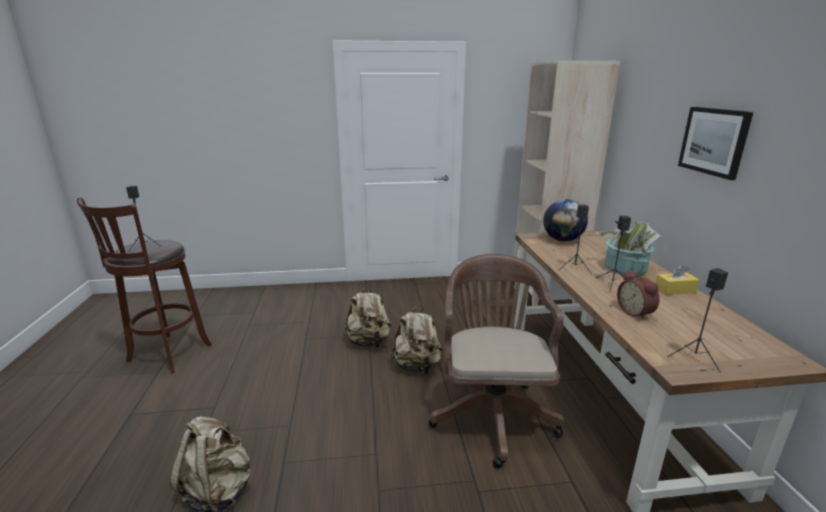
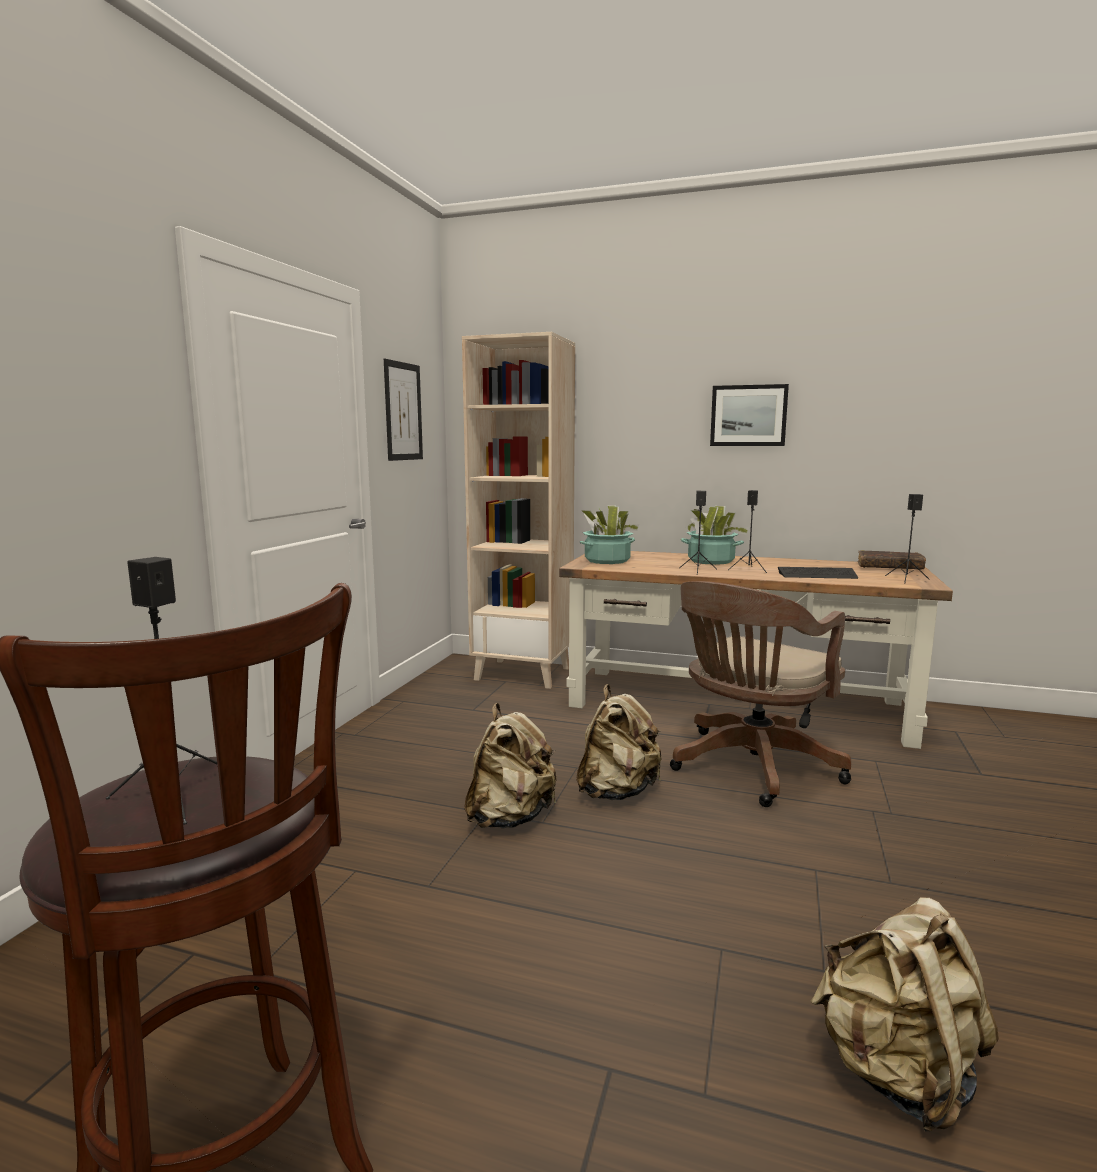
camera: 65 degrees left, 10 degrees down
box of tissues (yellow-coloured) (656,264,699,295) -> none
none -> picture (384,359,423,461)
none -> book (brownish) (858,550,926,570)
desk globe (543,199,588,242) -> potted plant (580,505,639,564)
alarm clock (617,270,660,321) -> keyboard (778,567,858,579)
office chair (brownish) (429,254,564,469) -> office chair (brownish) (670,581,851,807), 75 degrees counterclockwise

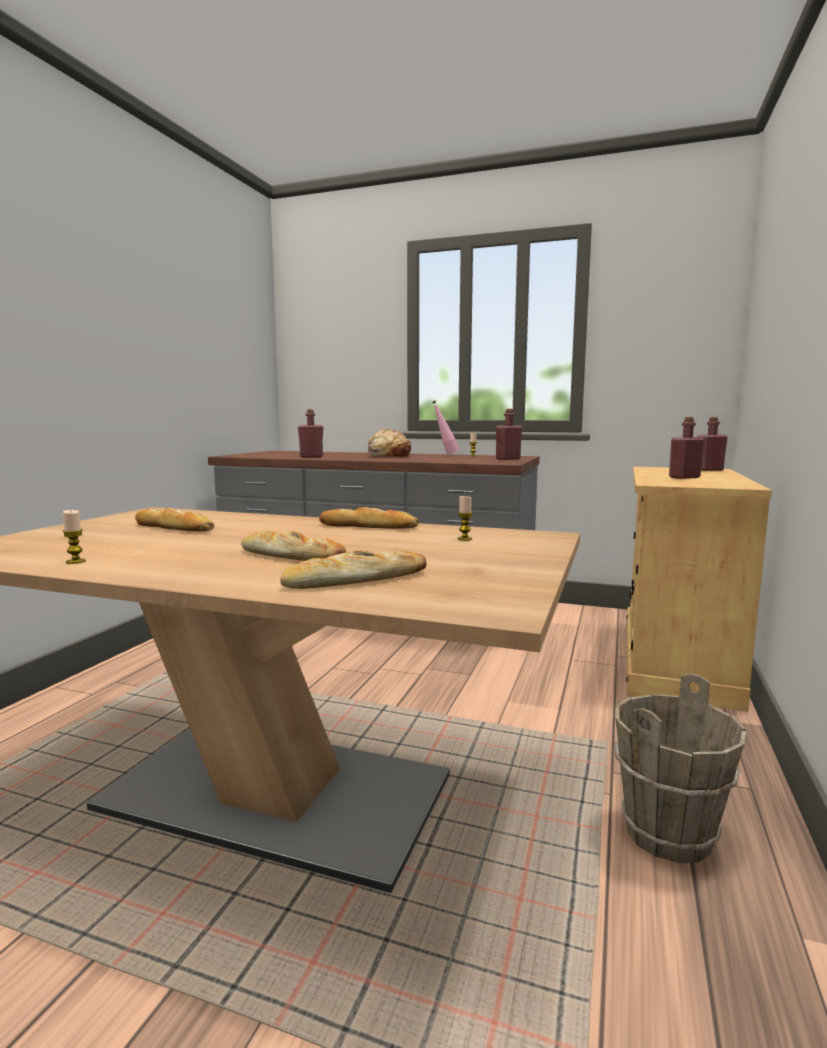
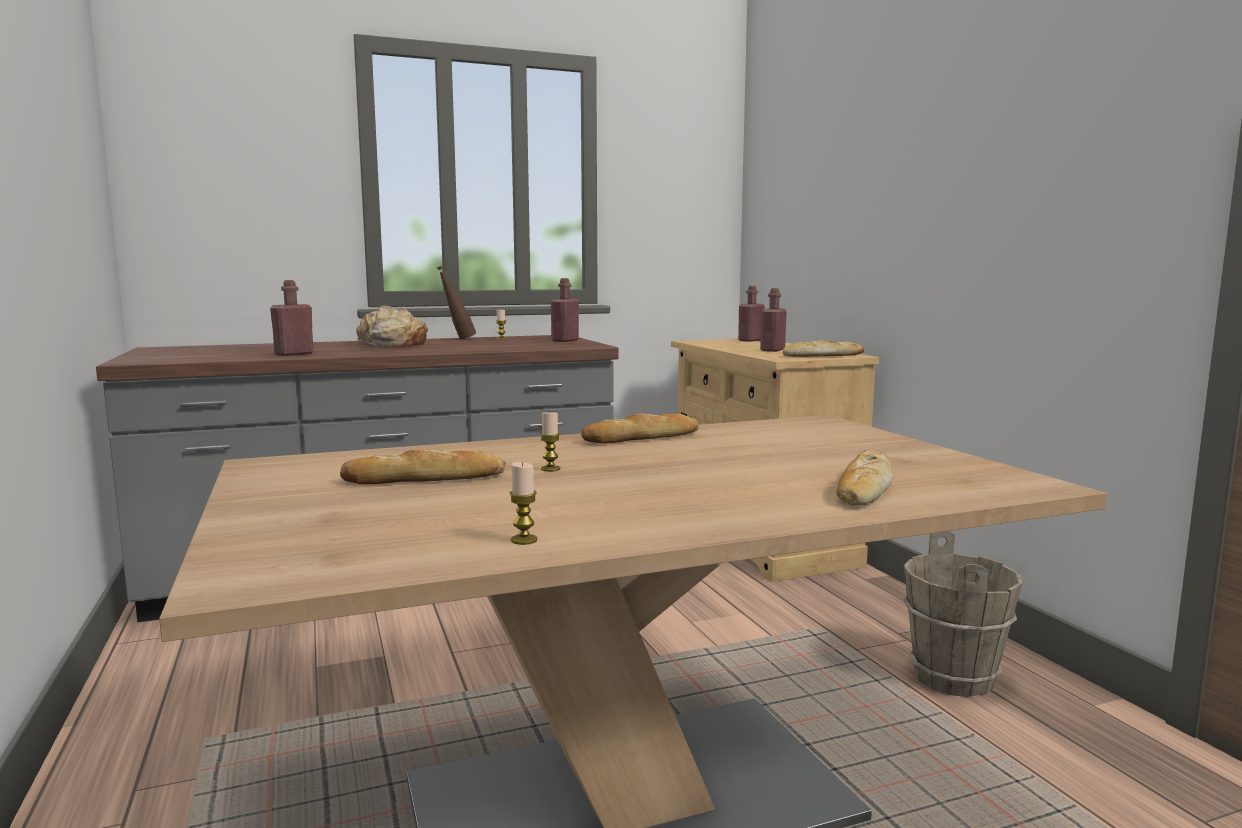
camera: 40 degrees left, 0 degrees up
bread (241,531,347,561) -> bread (783,339,864,357), move
wax candle (458,496,473,541) -> wax candle (540,412,560,472), move
bottle (pink) (432,400,460,455) -> bottle (brownish) (437,266,476,339)

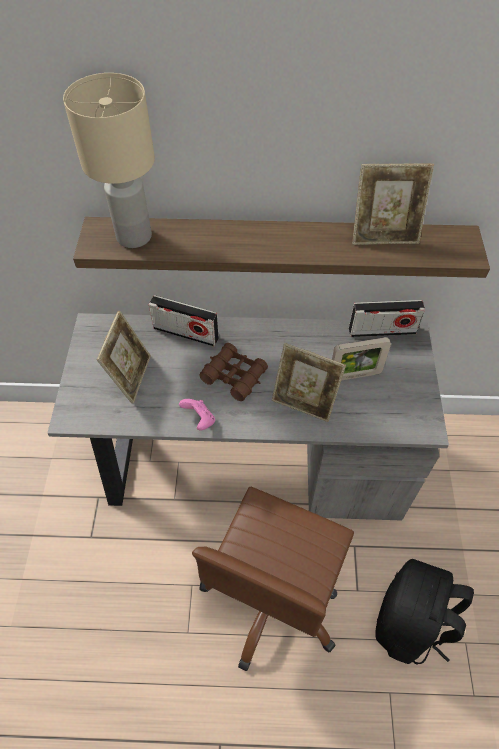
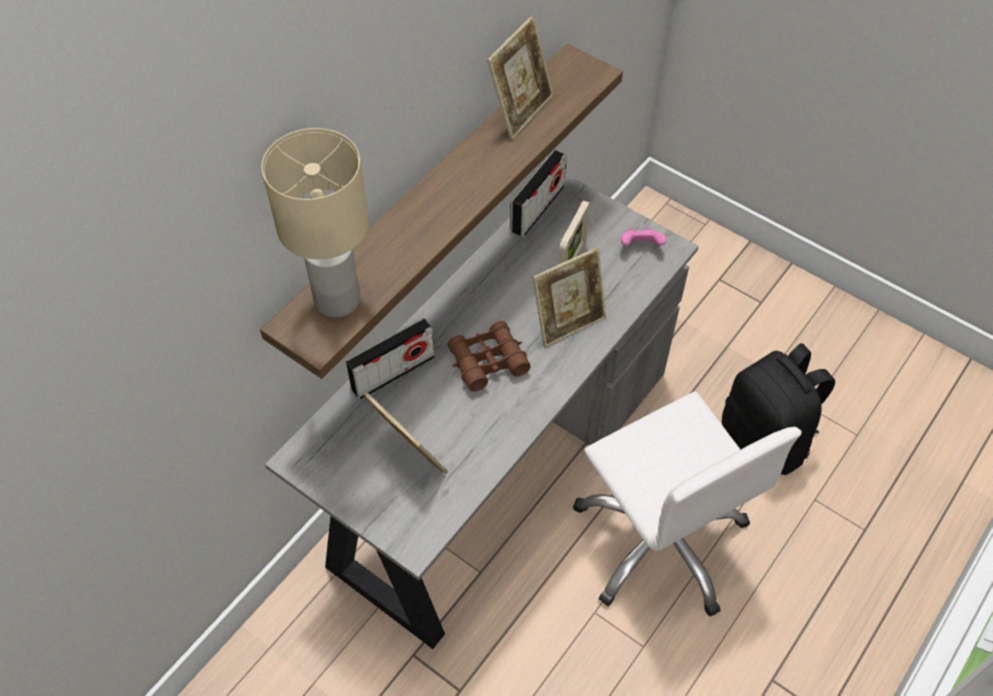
camera: 55 degrees left, 0 degrees up
gamepad (pink) (179,399,215,430) -> gamepad (pink) (621,227,666,246), move
office chair (brownish) (192,487,354,671) -> office chair (white) (573,392,802,616)

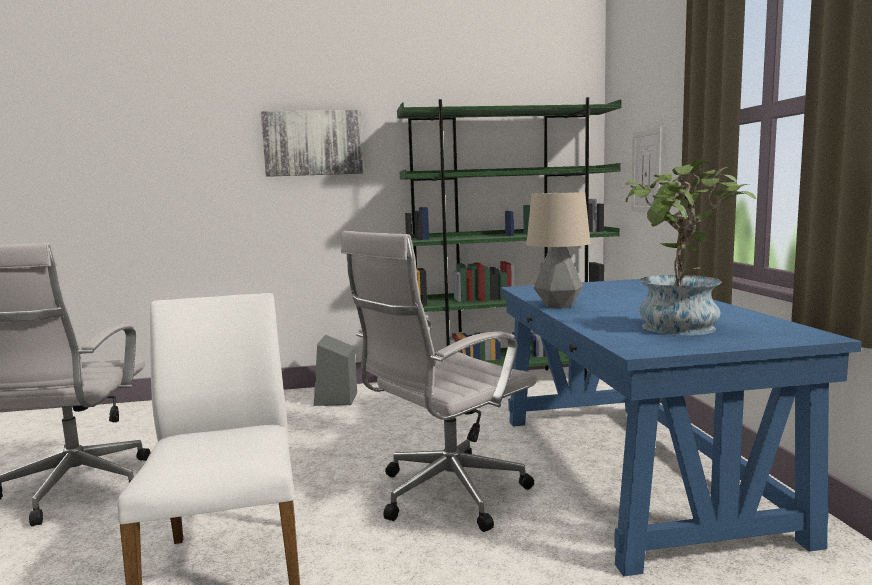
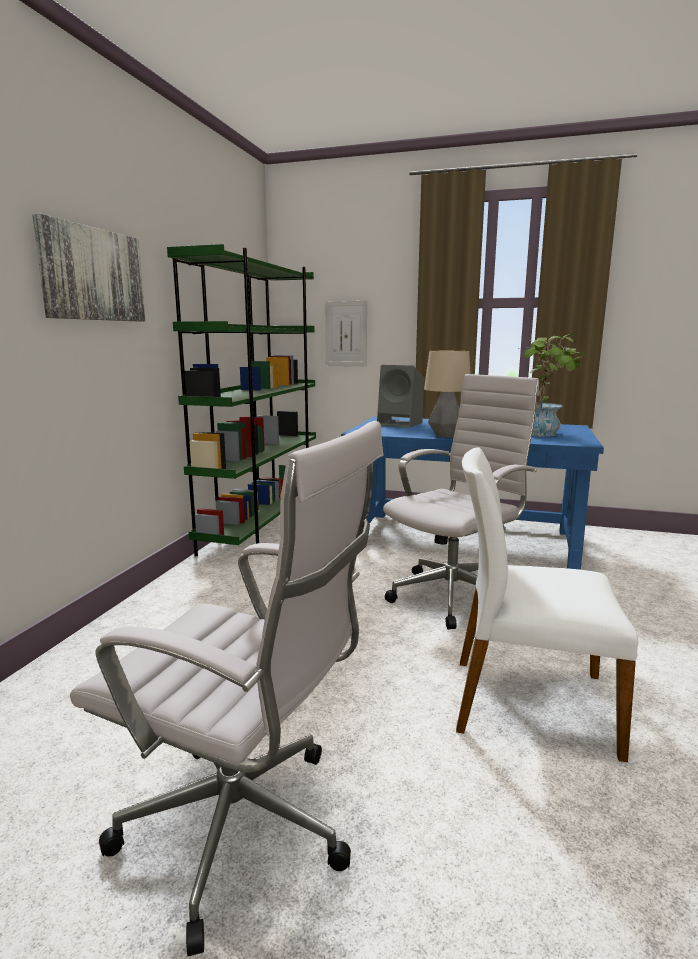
camera: 65 degrees left, 5 degrees up
speaker (gray) (314,335,357,406) -> speaker (gray) (377,365,424,428), move
office chair (white) (341,231,537,532) -> office chair (white) (383,374,539,629), 120 degrees counterclockwise

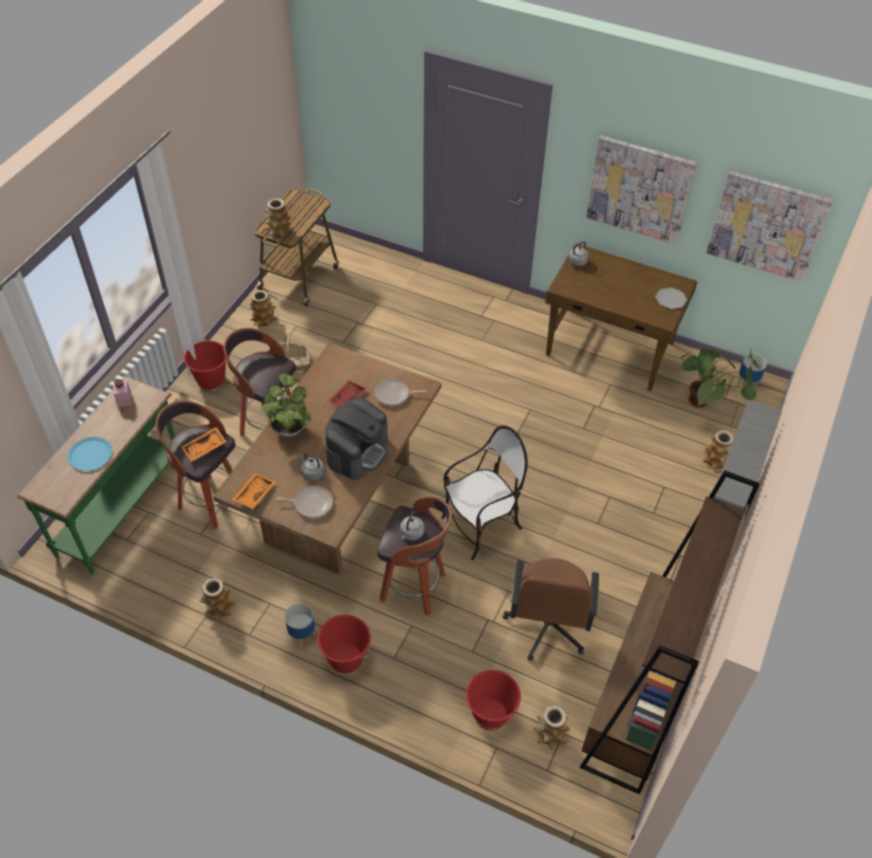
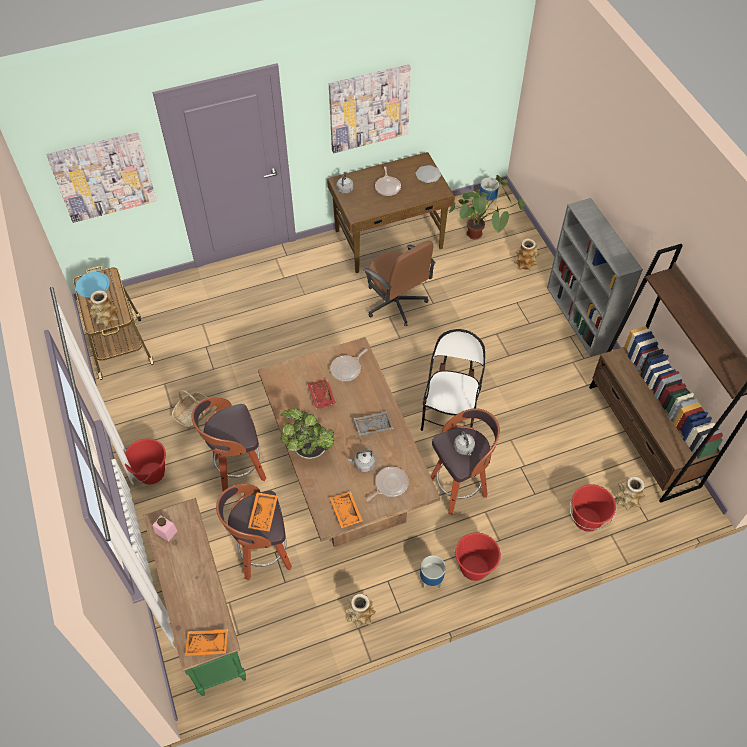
camera: 45 degrees left, 5 degrees up
decorative vase (249,290,277,327) -> none
none -> tray (orange-coloured) (185,629,228,656)
none -> frying pan (375,167,401,196)
flat dish (bluish) (68,437,112,471) -> flat dish (bluish) (75,272,110,298), move
office chair (brownish) (503,558,599,661) -> office chair (brownish) (363,241,435,326), move
picture (706,171,833,282) -> picture (46,132,157,223), move
coffee brewer (325,398,388,480) -> tray (gray) (353,411,394,436)

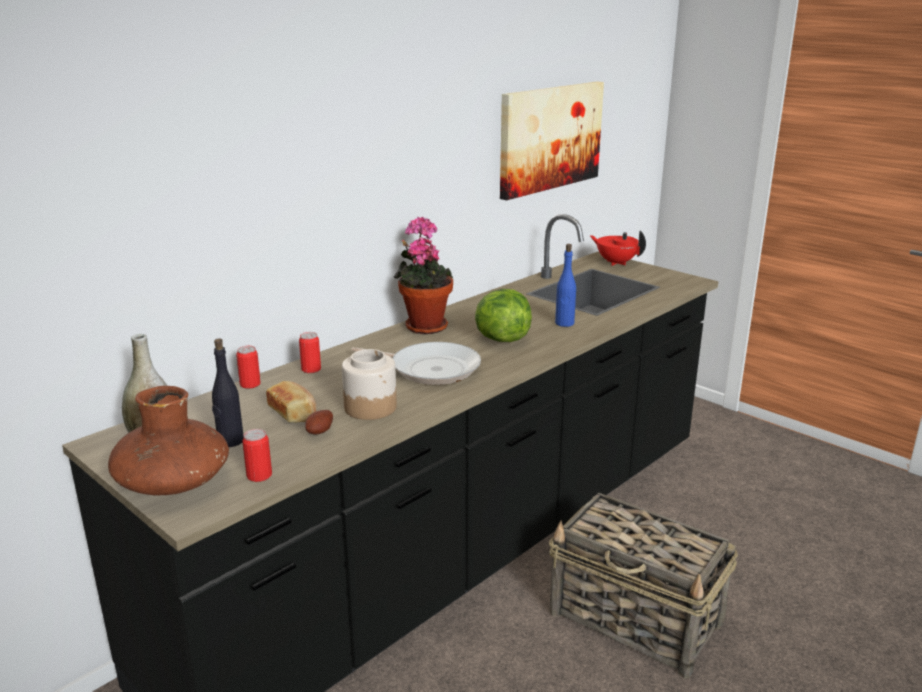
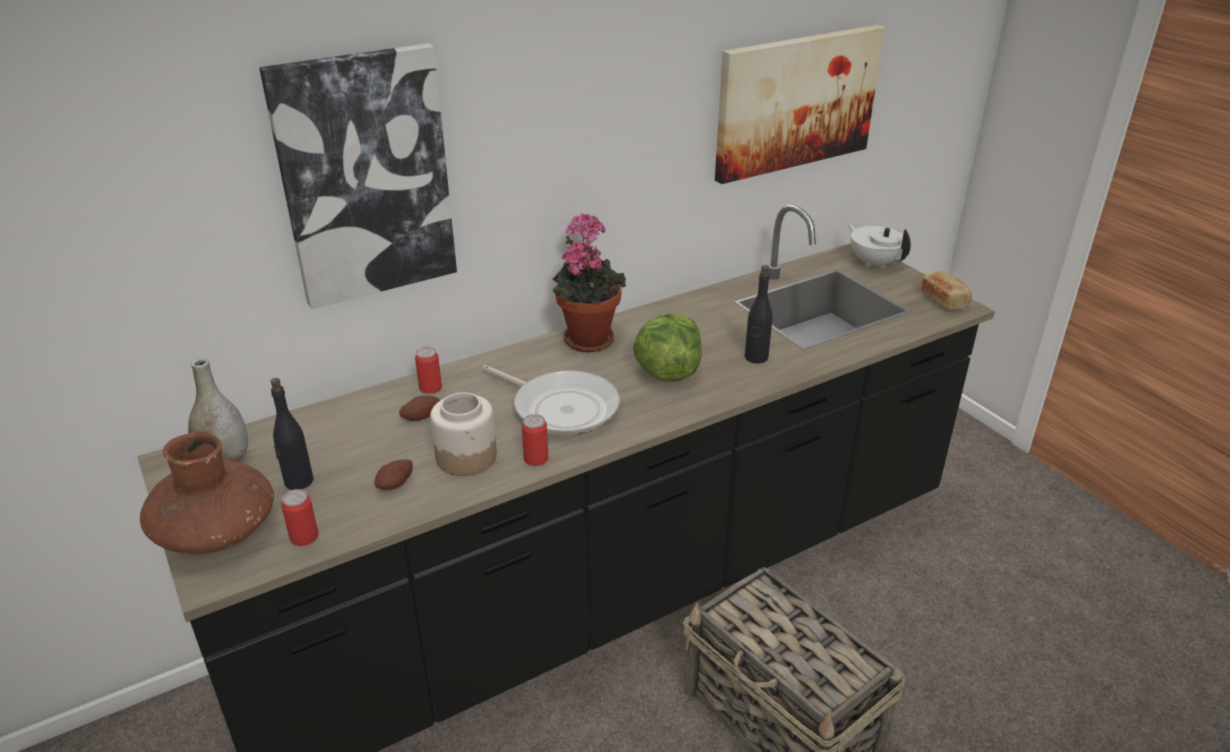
camera: 15 degrees right, 10 degrees up
none -> picture (259,43,457,309)
none -> whole potato (399,395,440,421)
metal can (236,346,261,389) -> metal can (522,414,549,466), move
bread (266,381,317,423) -> bread (921,271,972,310), move
bottle (bluish) (555,244,576,327) -> bottle (black) (745,265,773,364)
tea pot (red-coloured) (590,230,646,266) -> tea pot (white) (847,223,911,268)

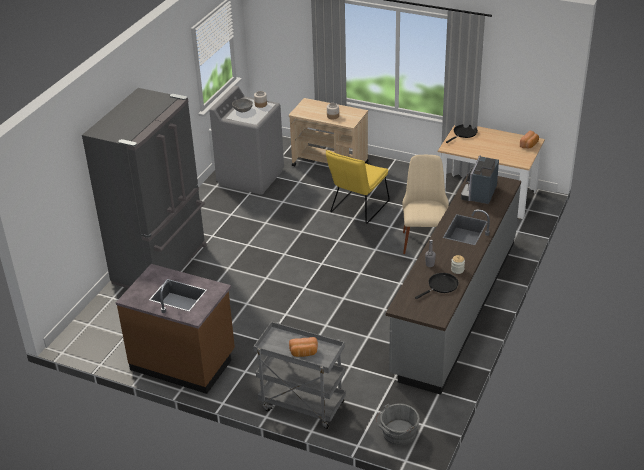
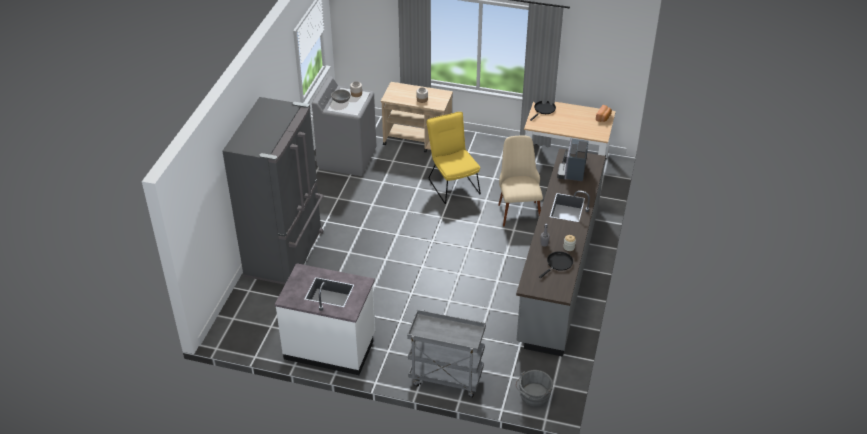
camera: 10 degrees left, 5 degrees up
bread (289,337,318,357) -> none
counter (brownish) (116,264,235,394) -> counter (white) (275,263,376,375)
upright chair (yellow-coloured) (326,150,390,224) -> upright chair (yellow-coloured) (426,112,481,204), 135 degrees clockwise

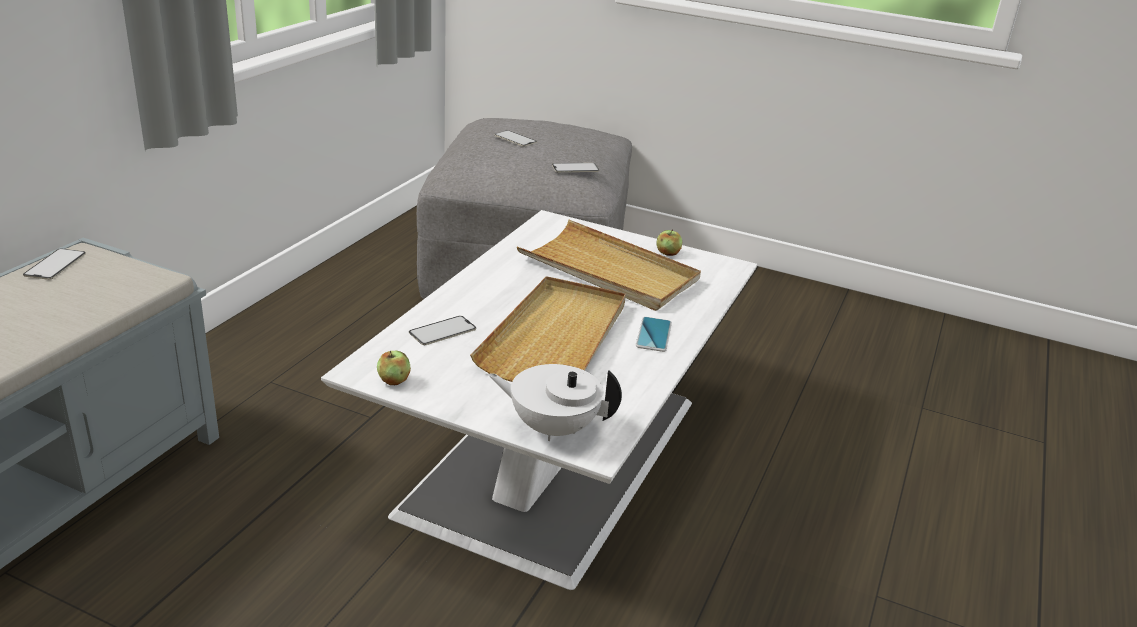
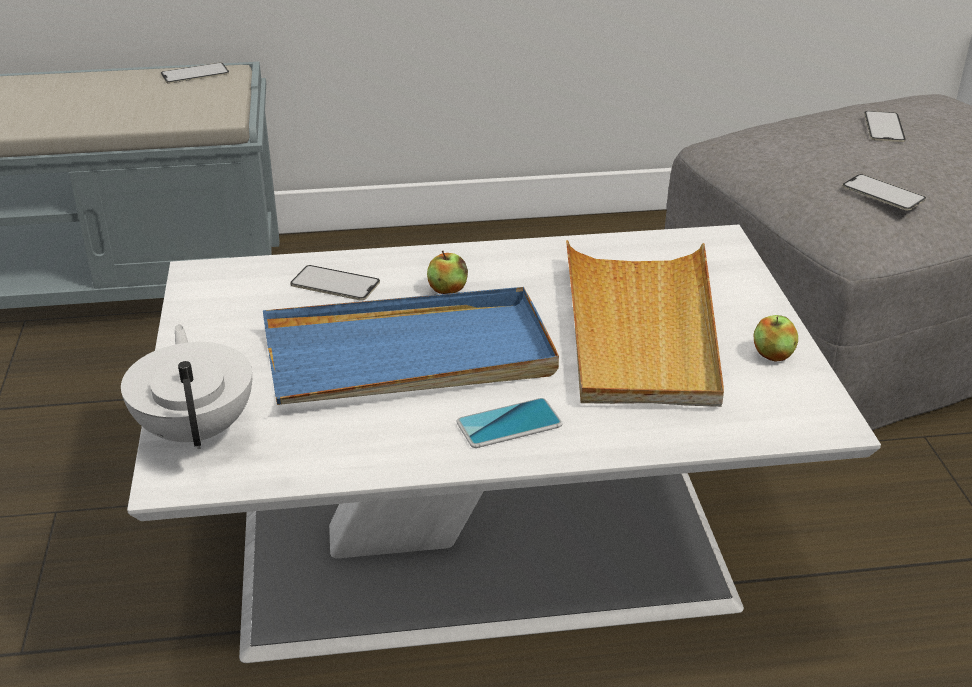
camera: 60 degrees right, 5 degrees up
apple (377,351,411,385) -> apple (427,251,468,294), move
tray (beige-coloured) (470,276,626,382) -> tray (bluish) (263,287,559,405)

